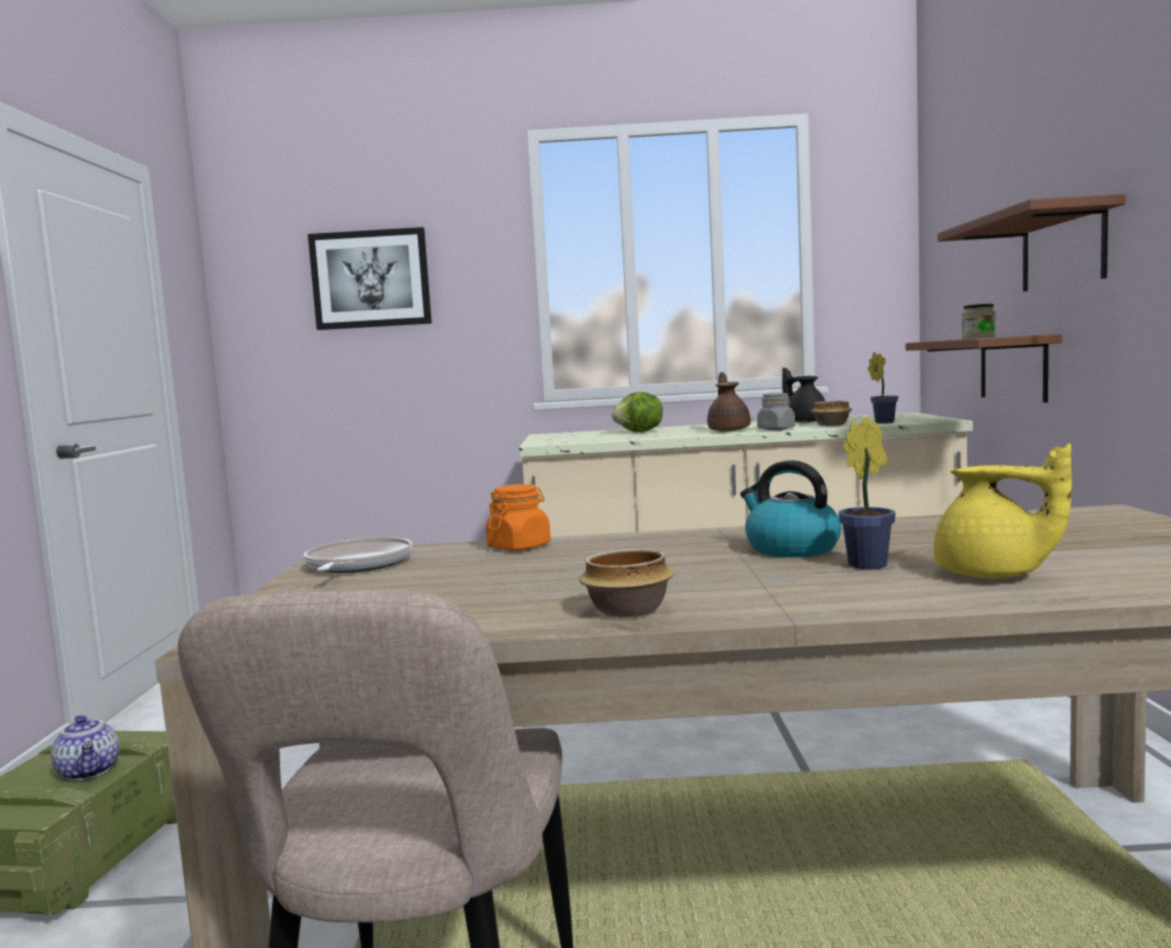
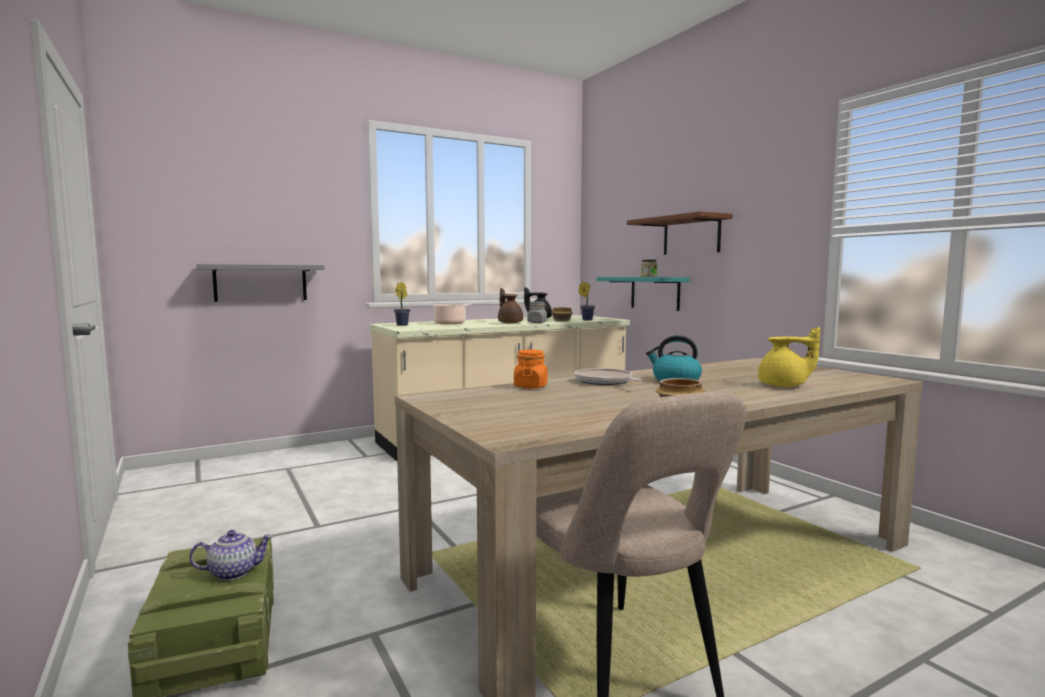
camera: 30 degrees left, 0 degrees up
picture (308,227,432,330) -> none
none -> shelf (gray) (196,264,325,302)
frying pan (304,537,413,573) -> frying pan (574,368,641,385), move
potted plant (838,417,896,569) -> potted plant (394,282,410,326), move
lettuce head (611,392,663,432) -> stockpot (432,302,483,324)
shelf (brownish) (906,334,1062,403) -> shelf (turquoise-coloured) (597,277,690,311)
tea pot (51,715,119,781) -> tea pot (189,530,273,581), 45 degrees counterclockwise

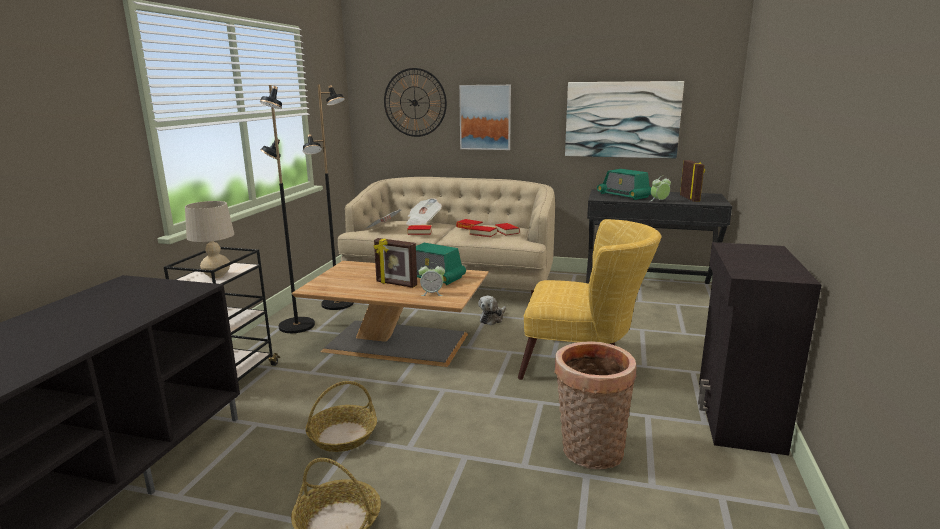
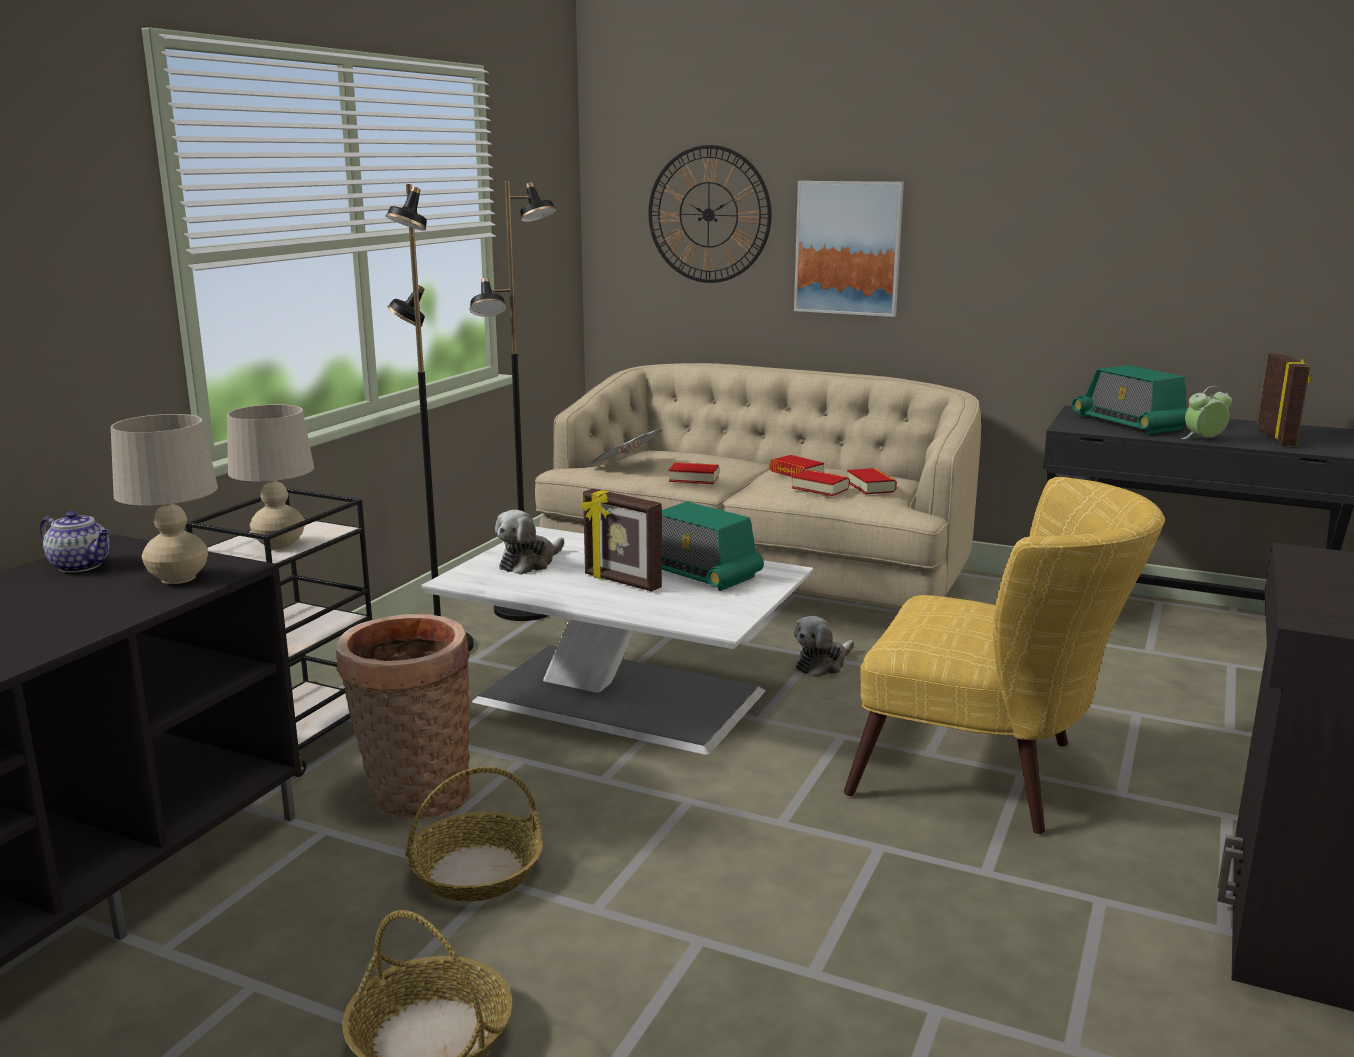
camera: 10 degrees right, 0 degrees up
daily paper (406,198,442,225) -> none
alarm clock (418,262,445,296) -> none
picture (565,81,684,158) -> none
none -> tea pot (40,511,110,572)
none -> tabletop lamp (beige-coloured) (111,414,218,584)
none -> plush toy (495,510,564,575)
household basket (554,341,637,469) -> household basket (336,614,470,819), move
lounge table (brownish) (292,261,489,367) -> lounge table (white) (421,527,813,755)

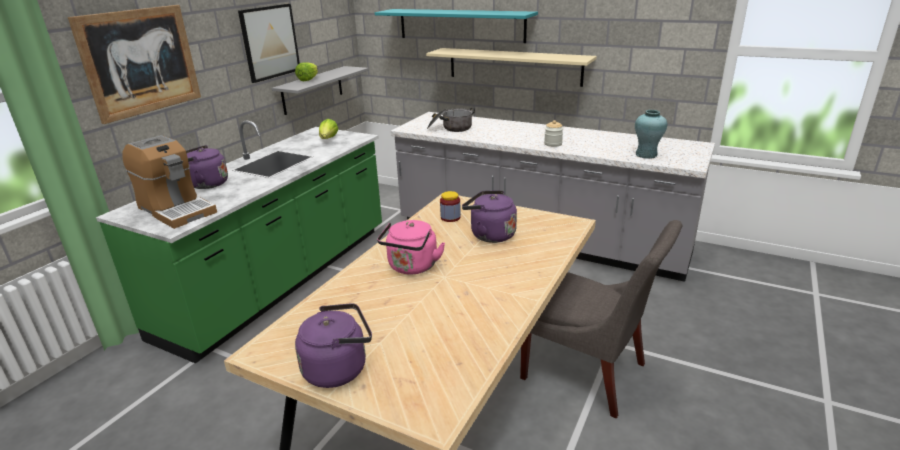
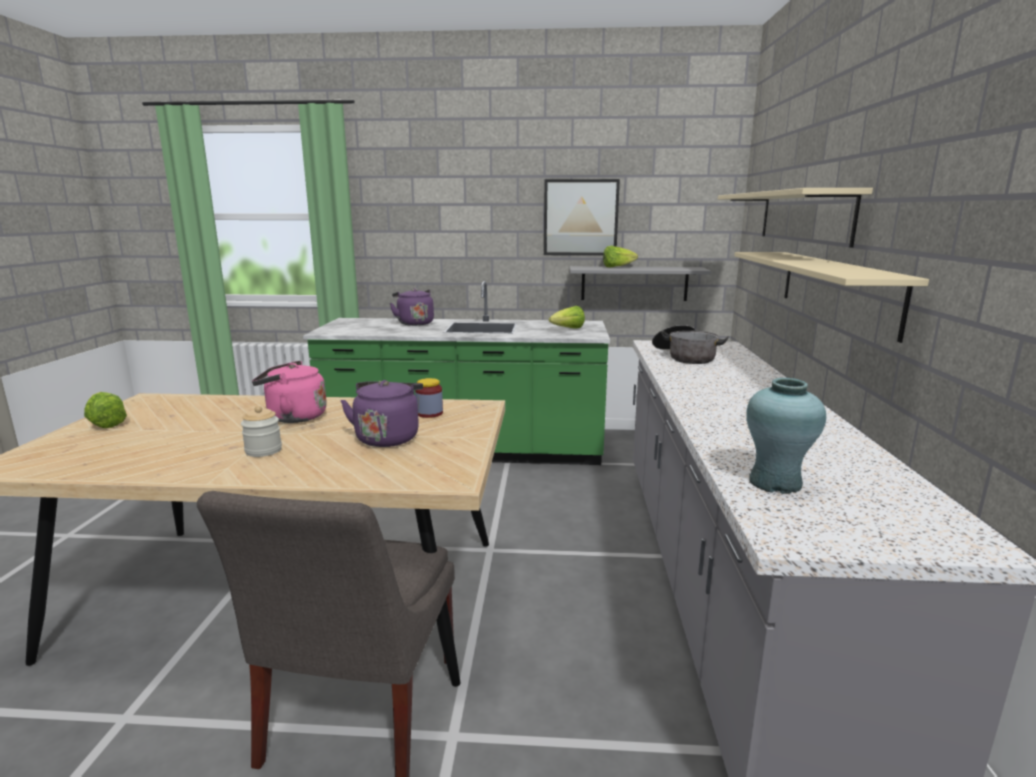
camera: 65 degrees right, 10 degrees down
picture (68,5,201,124) -> none
coffee brewer (122,135,217,229) -> none
jar (544,120,563,147) -> jar (241,406,282,457), move
water kettle (purplish) (295,303,372,388) -> lettuce head (84,392,127,428)
shelf (turquoise-coloured) (375,9,538,43) -> shelf (beige-coloured) (718,188,873,248)

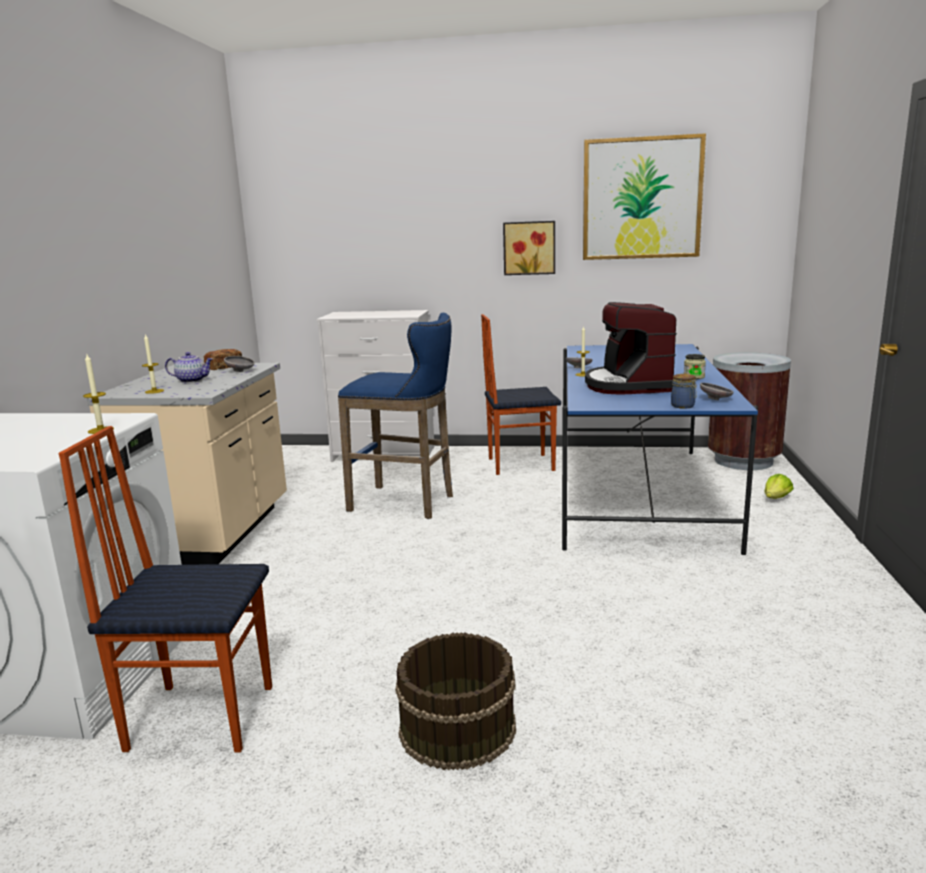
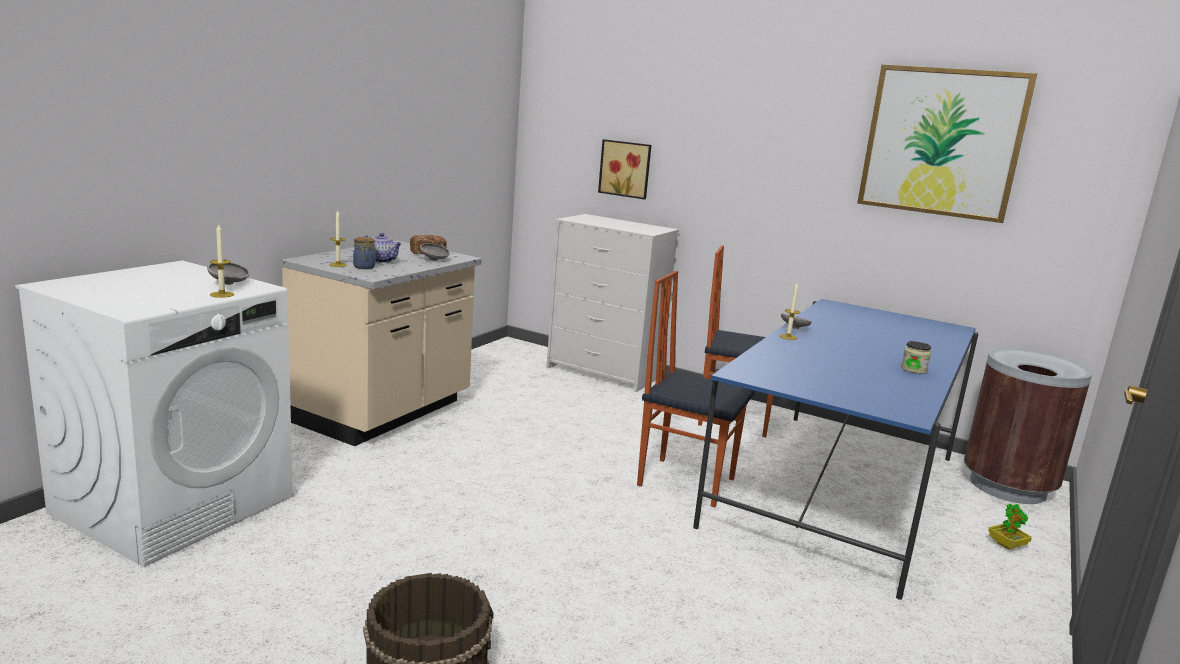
camera: 20 degrees right, 0 degrees up
stool seat (bluish) (338,313,453,519) -> none
coffee brewer (585,302,677,395) -> none
upright chair (58,426,272,752) -> upright chair (637,271,755,508), move
picture (503,221,555,275) -> picture (598,139,651,199), move
jar (671,374,697,409) -> jar (353,237,376,269), move
deep dish (gray) (700,383,734,400) -> deep dish (gray) (207,263,250,285), move
lettuce head (765,474,794,499) -> potted plant (988,504,1032,550)

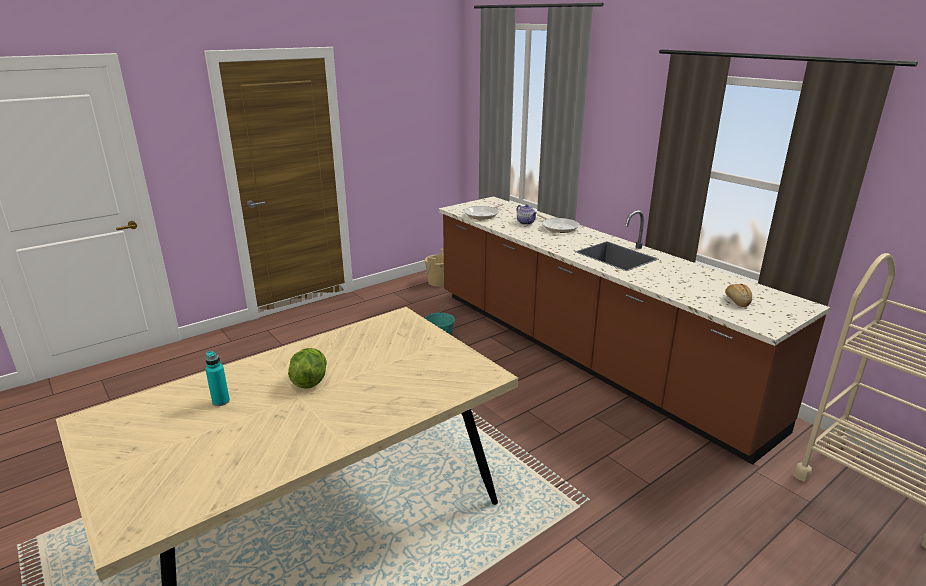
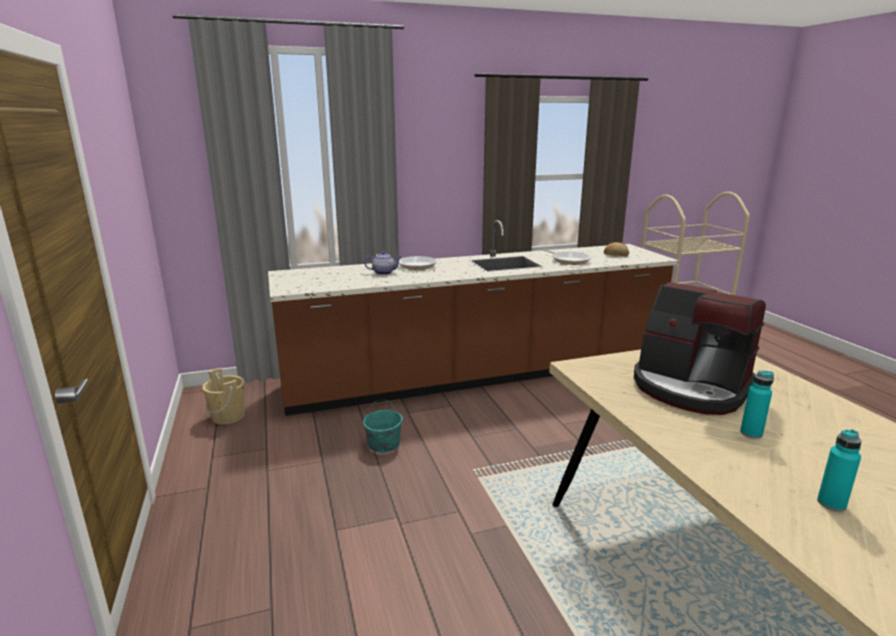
camera: 70 degrees left, 5 degrees down
none -> coffee brewer (634,282,766,415)
frying pan (464,204,504,220) -> frying pan (544,249,592,265), move
lettuce head (288,348,327,389) -> bottle (turquoise-coloured) (740,371,774,439)

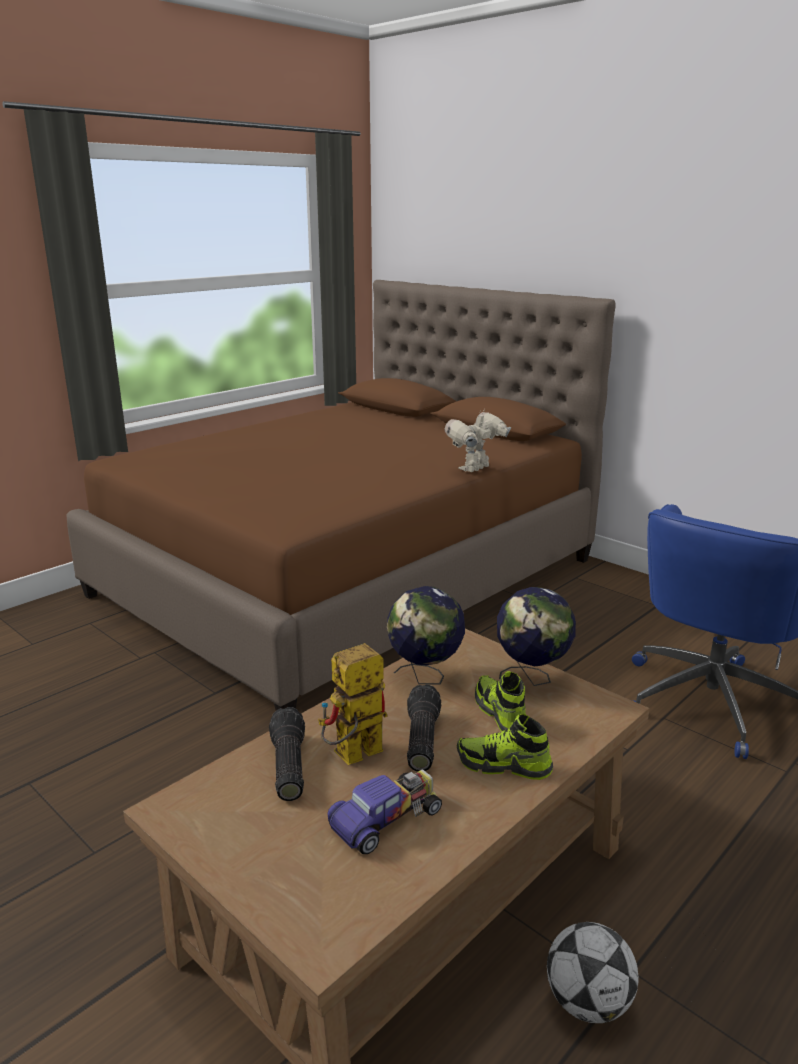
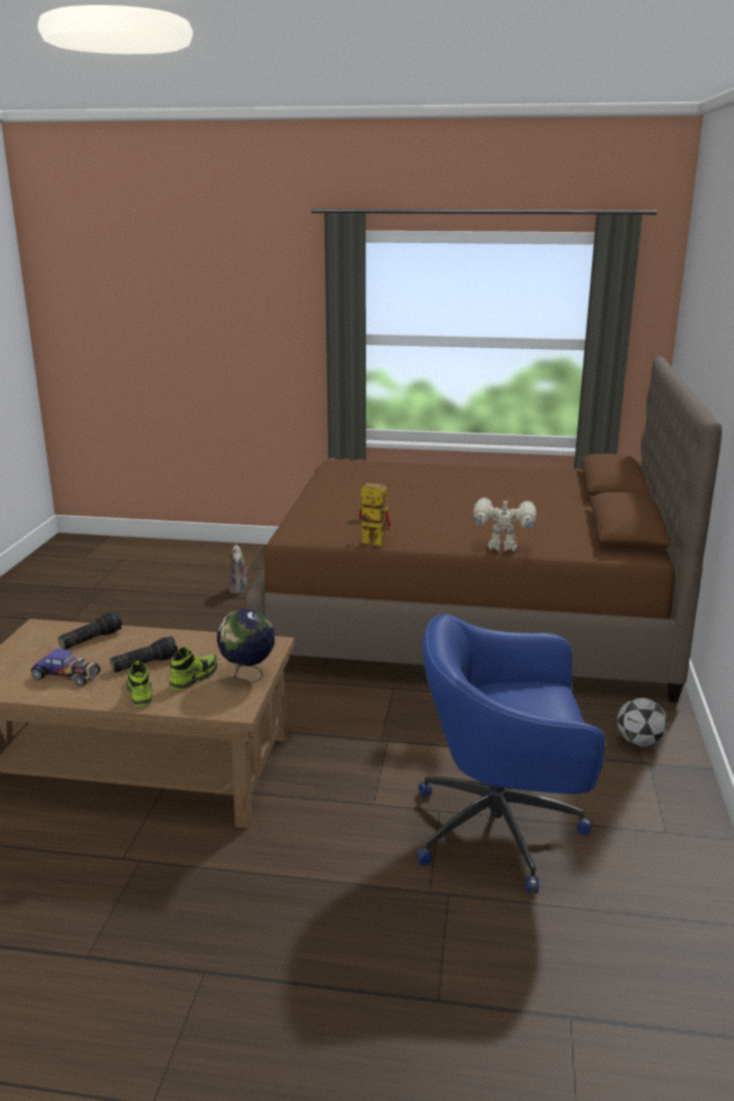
camera: 55 degrees right, 0 degrees up
desk globe (387,586,465,684) -> none
none -> plush toy (229,544,249,594)
robot figure (318,643,387,765) -> robot figure (348,481,393,546), move
ball for football (547,922,639,1023) -> ball for football (617,698,667,746), move

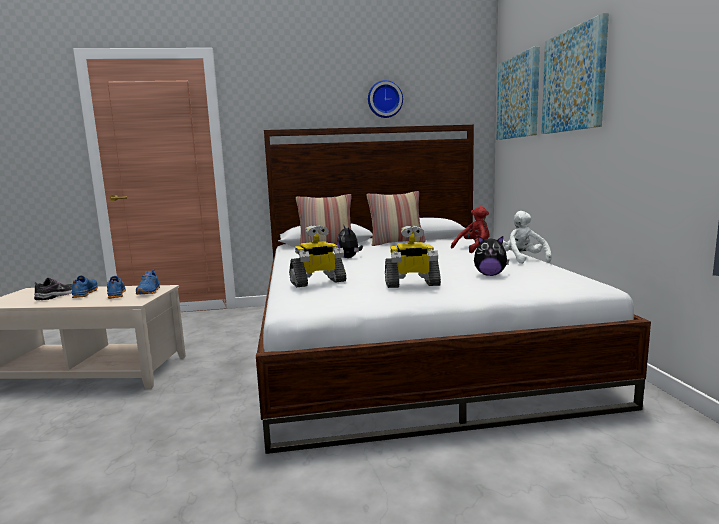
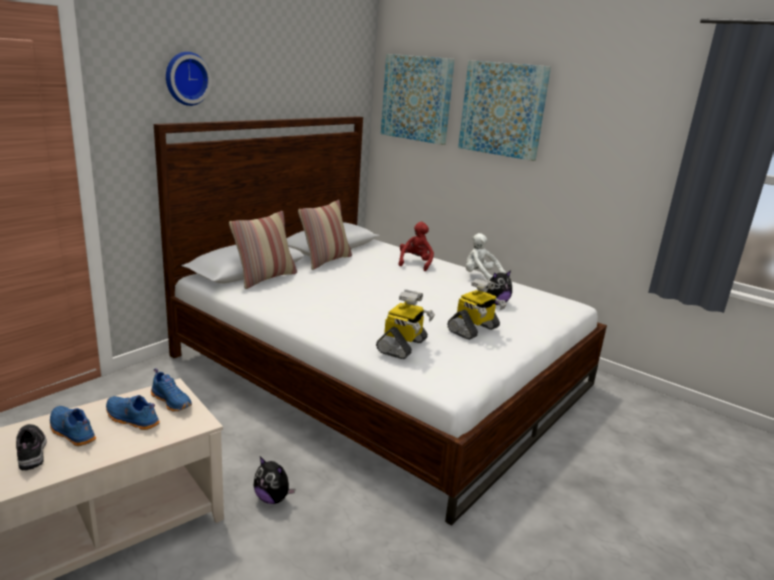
camera: 45 degrees left, 10 degrees up
plush toy (337,226,363,258) -> plush toy (253,457,295,504), move
wall clock (368,80,403,118) -> wall clock (166,52,212,106), move

